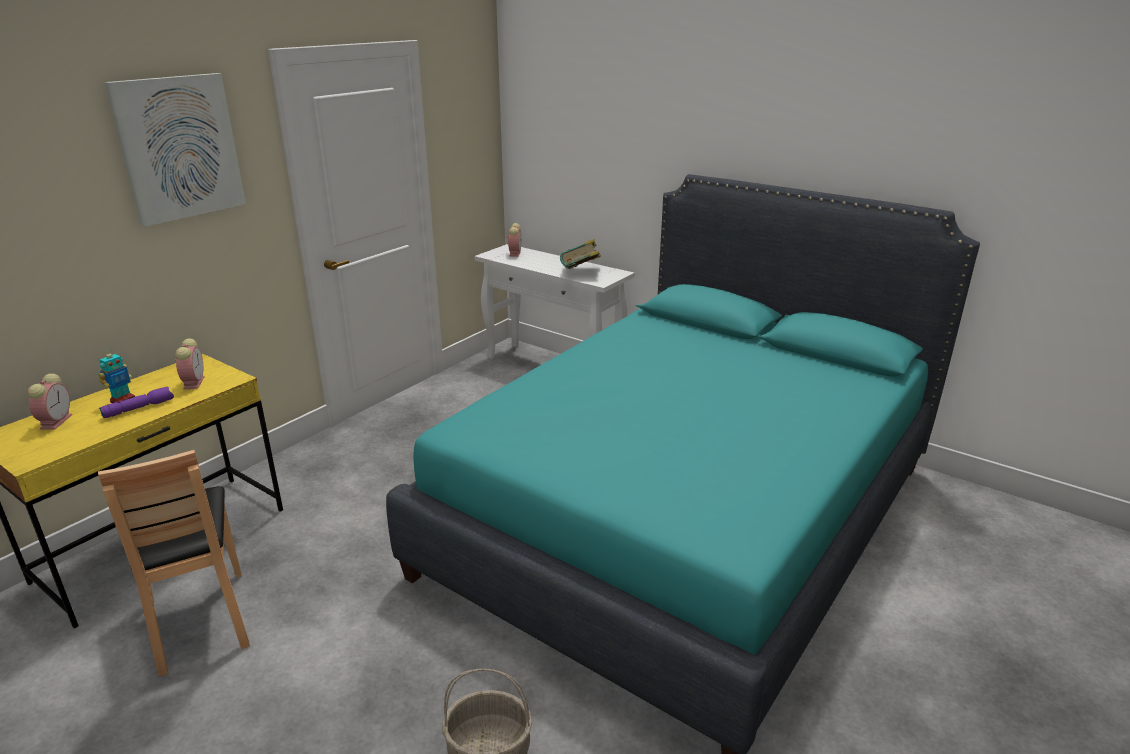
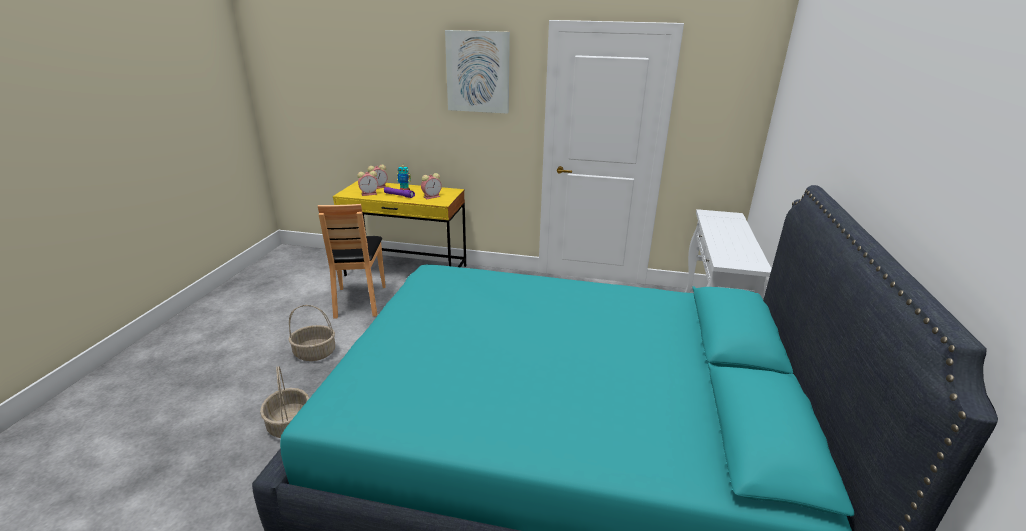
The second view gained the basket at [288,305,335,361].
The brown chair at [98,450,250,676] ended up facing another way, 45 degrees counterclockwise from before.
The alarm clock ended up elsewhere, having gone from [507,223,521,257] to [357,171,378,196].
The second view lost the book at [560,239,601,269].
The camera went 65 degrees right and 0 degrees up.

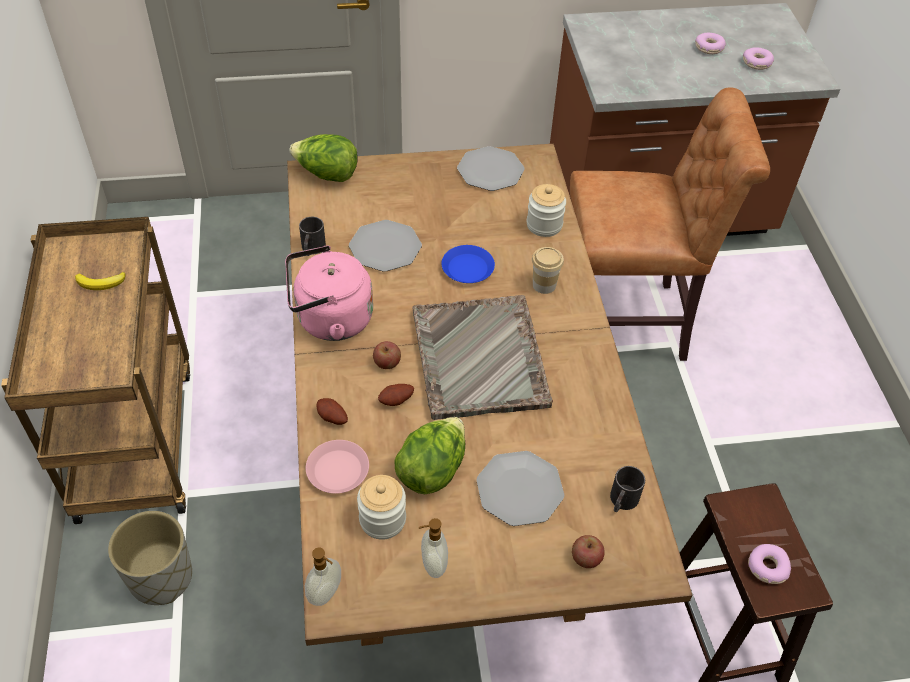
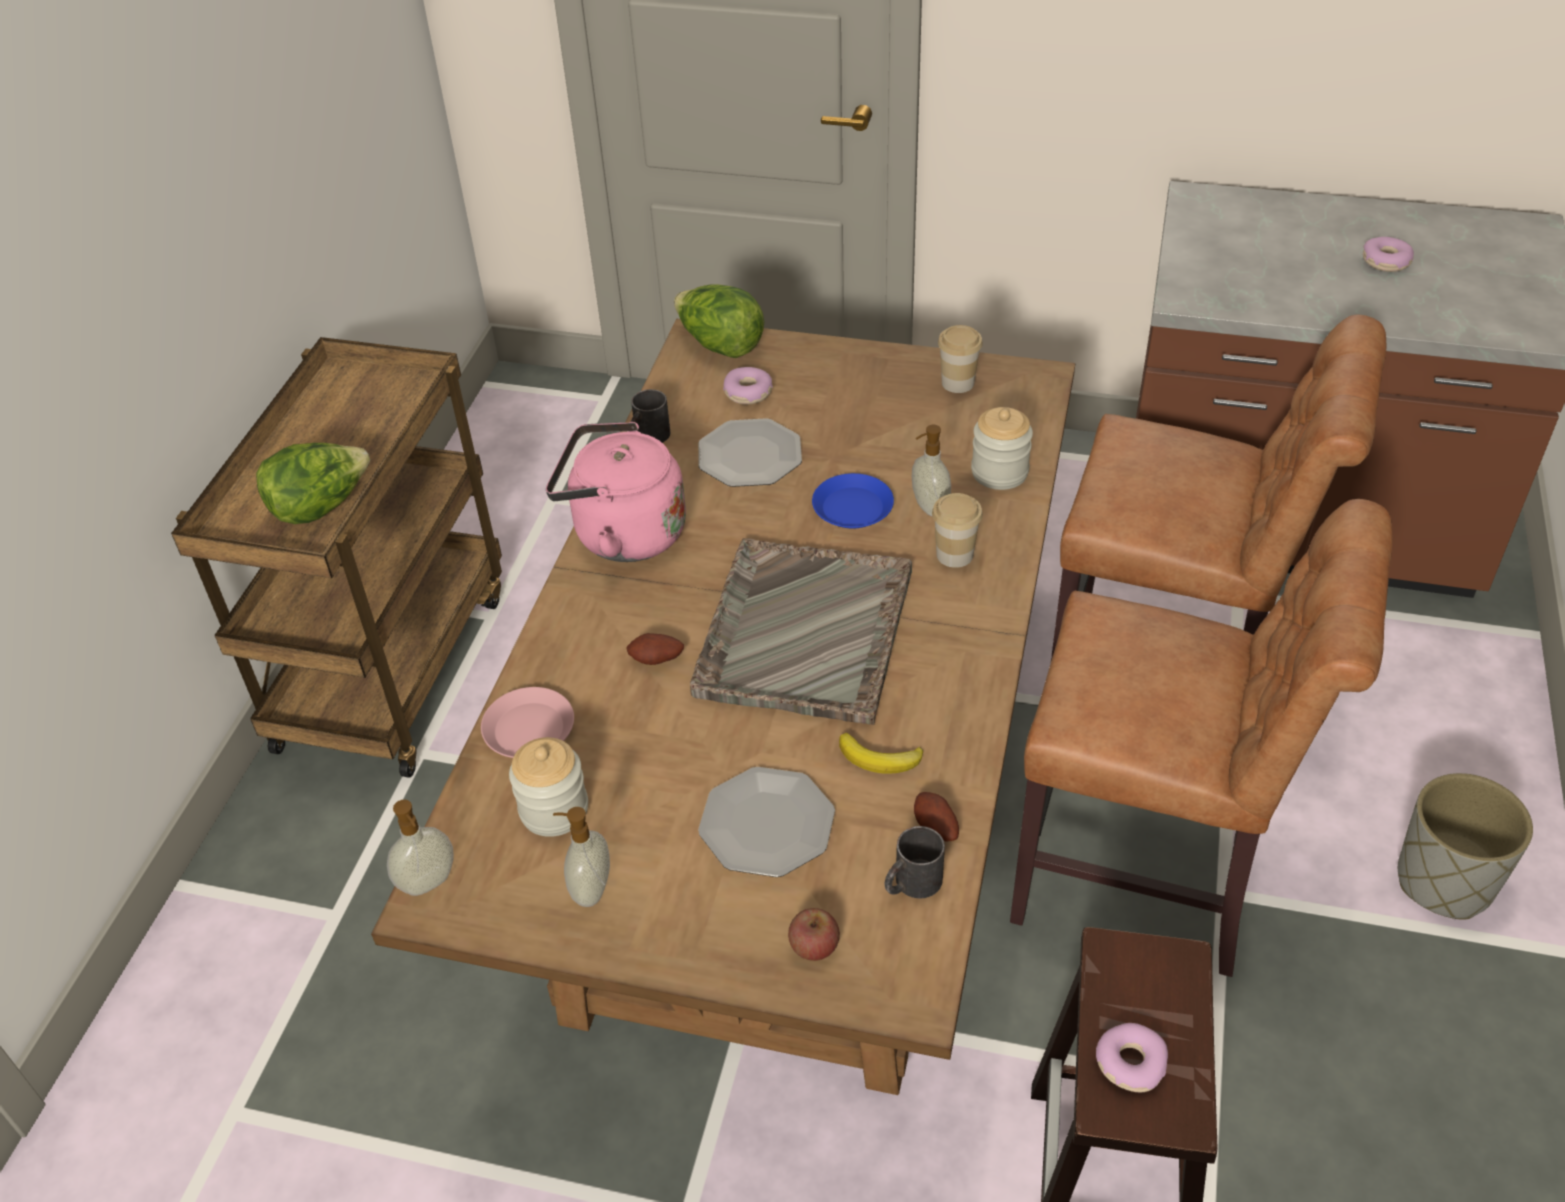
The lettuce ended up elsewhere, having gone from [394,417,465,494] to [256,443,370,524].
The donut ended up elsewhere, having gone from [743,47,774,70] to [723,367,773,404].
The banana ended up elsewhere, having gone from [75,272,126,290] to [839,733,923,774].
The second view gained the soap dispenser at [912,425,951,516].
The potato ended up elsewhere, having gone from [317,398,348,425] to [914,792,959,841].
Where the plate stood at [457,146,525,191], the cup came to stand at [938,325,983,393].
The second view gained the brown chair at [1010,499,1393,977].
The grey planter ended up elsewhere, having gone from [108,511,192,605] to [1398,773,1533,920].
The second view lost the apple at [373,341,401,369].
The camera went 25 degrees right and 5 degrees down.

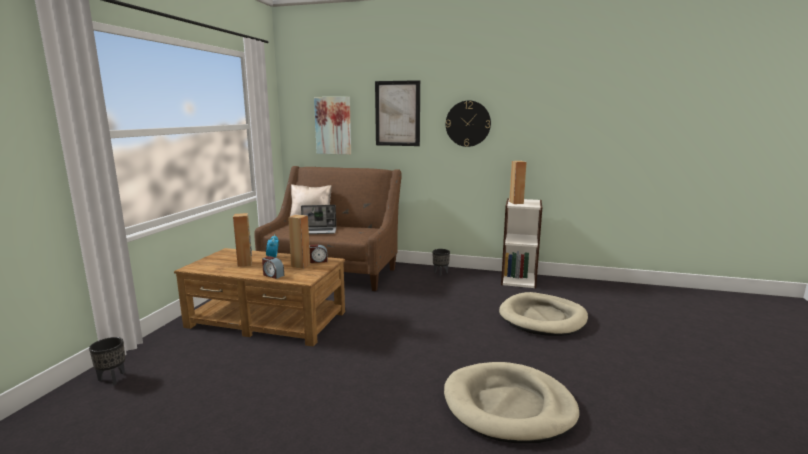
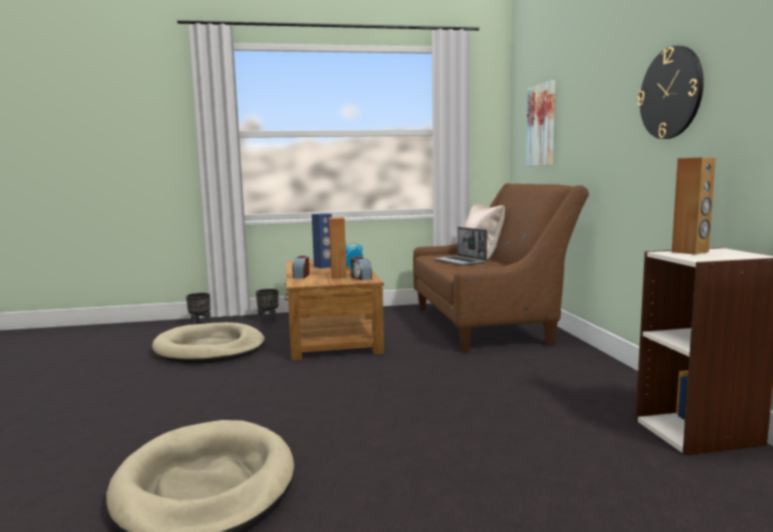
The beige dog bed ended up elsewhere, having gone from [499,292,588,336] to [152,322,265,363].
The black planter ended up elsewhere, having gone from [432,249,450,277] to [256,289,279,322].
What was the brown speaker at [233,213,252,267] turned into the blue speaker at [312,213,332,269].
The second view lost the picture at [375,80,420,146].
The camera went 65 degrees right and 5 degrees down.

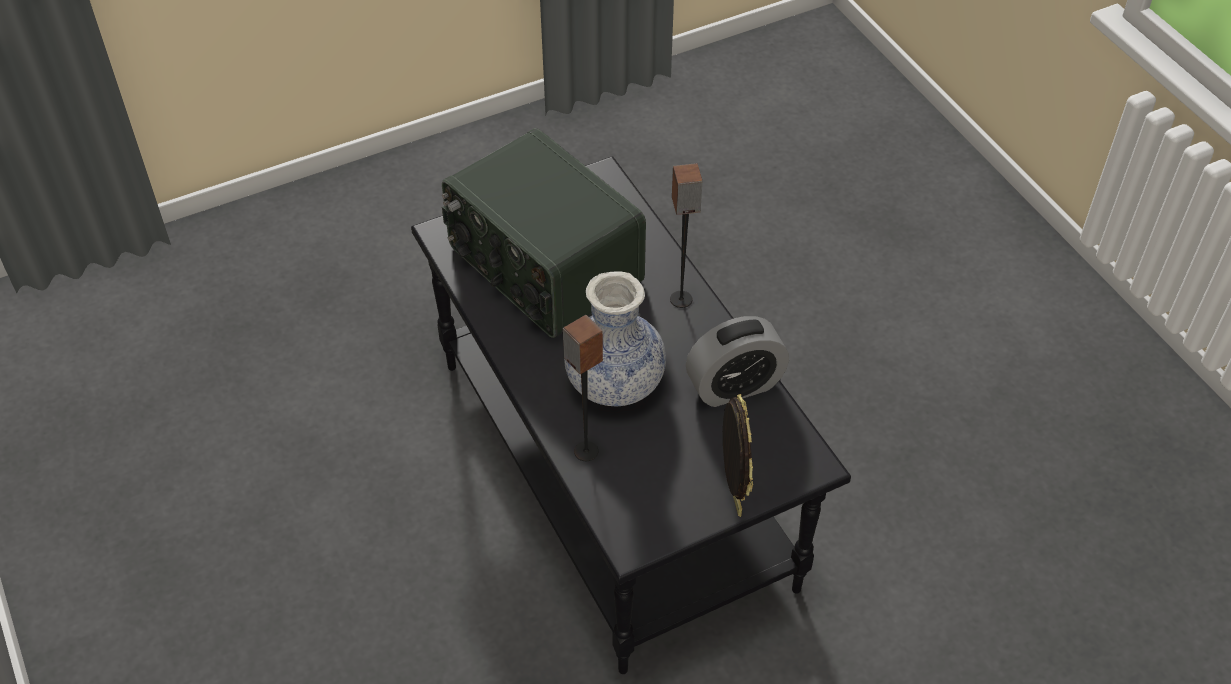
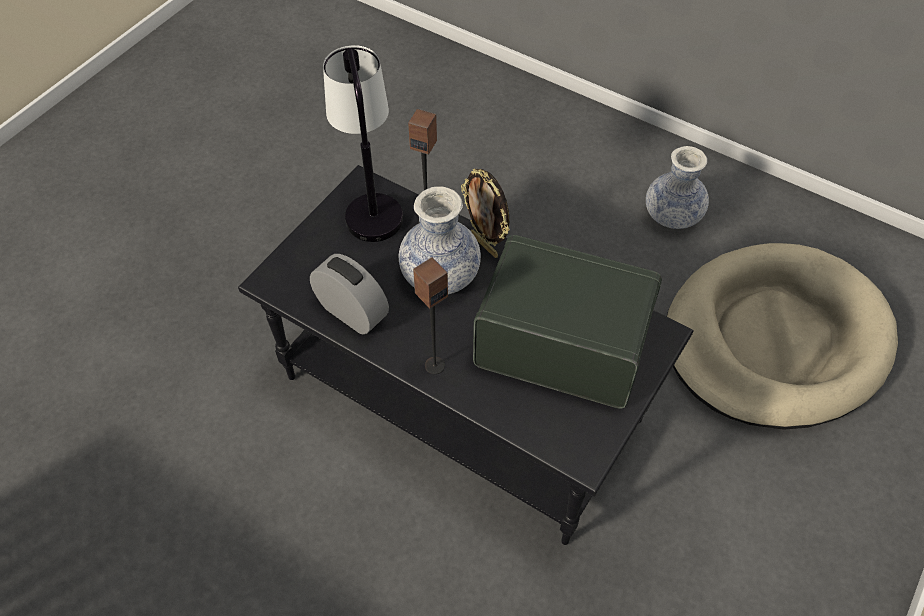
The alarm clock at [686,316,789,407] ended up facing another way, 90 degrees clockwise from before.
The second view gained the table lamp at [323,45,403,242].
The picture frame ended up elsewhere, having gone from [723,394,753,517] to [461,168,510,258].
The second view gained the vase at [646,146,709,229].
The second view gained the beige dog bed at [667,243,898,430].
The camera went 150 degrees right and 5 degrees up.

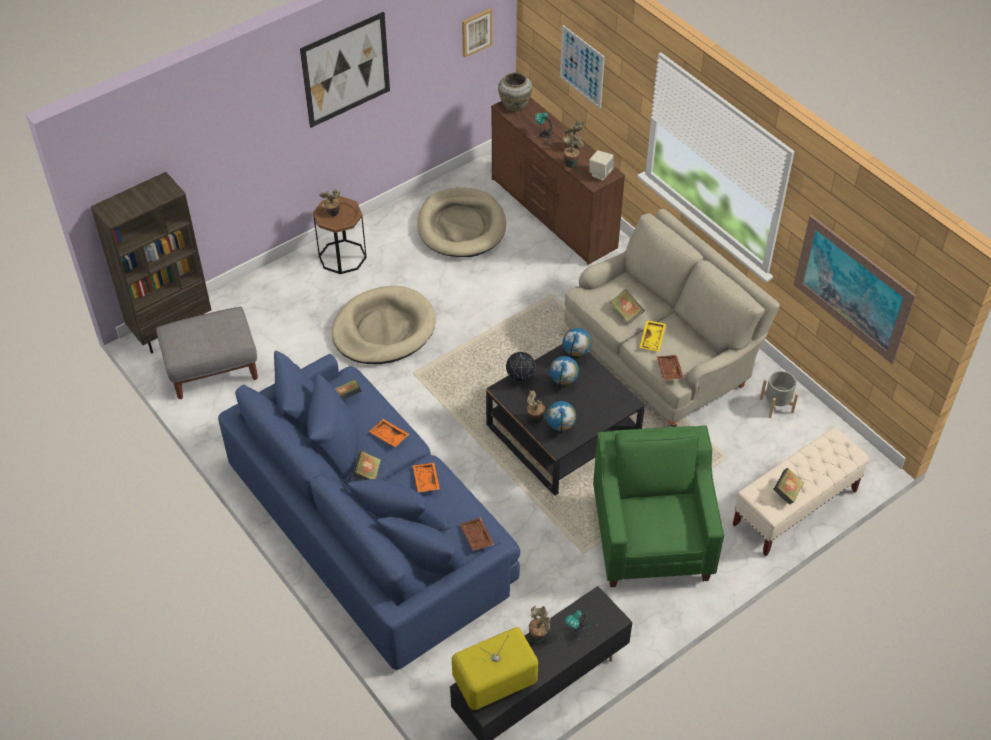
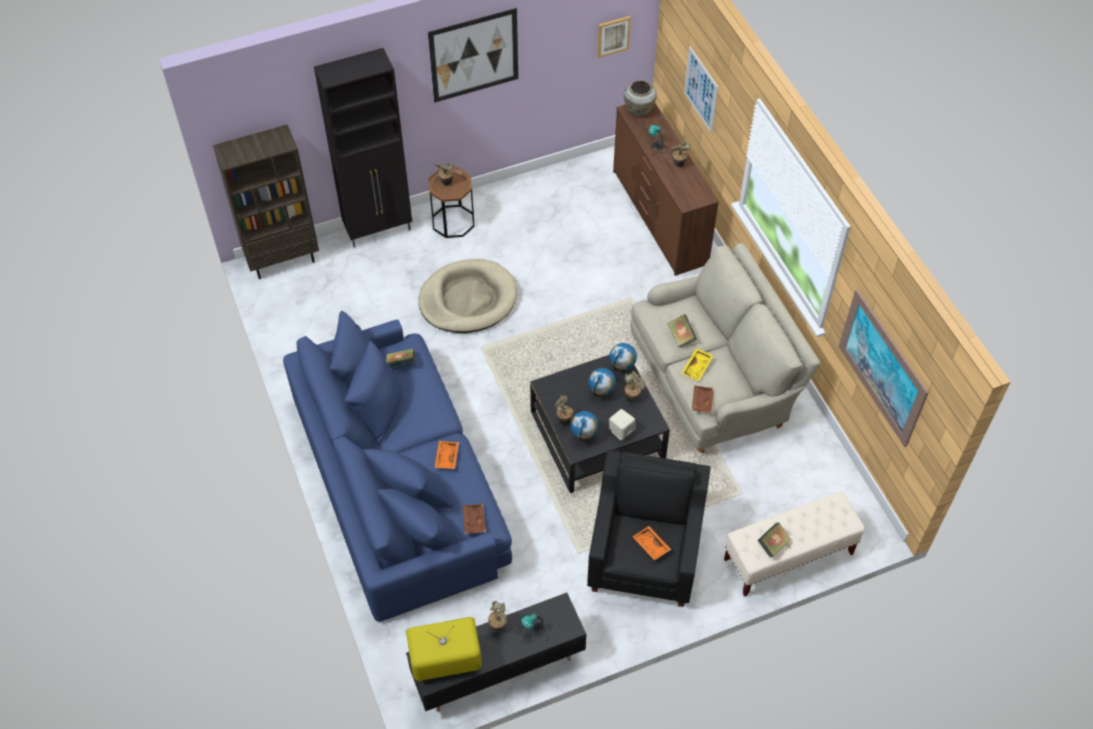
The second view gained the black cabinet at [314,48,412,248].
What was the green armchair at [593,426,724,587] turned into the black armchair at [587,450,711,607].
The beige speaker ended up elsewhere, having gone from [589,150,614,181] to [609,409,635,440].
The potted plant ended up elsewhere, having gone from [563,133,584,168] to [624,371,645,403].
The orange tray ended up elsewhere, having gone from [369,419,409,447] to [632,526,671,560].
The second view lost the grey ottoman at [156,307,258,399].
The second view lost the book at [352,451,381,480].
The second view lost the beige dog bed at [417,188,506,257].
The second view lost the globe at [506,352,536,381].
The second view lost the grey planter at [760,371,799,418].
The camera went 15 degrees right and 5 degrees up.

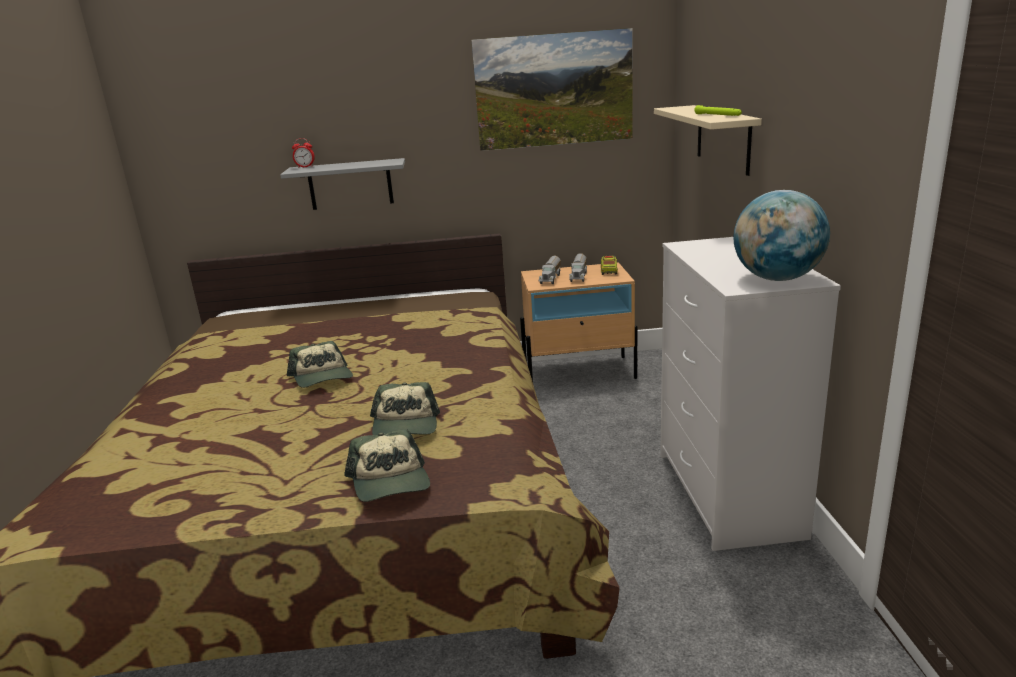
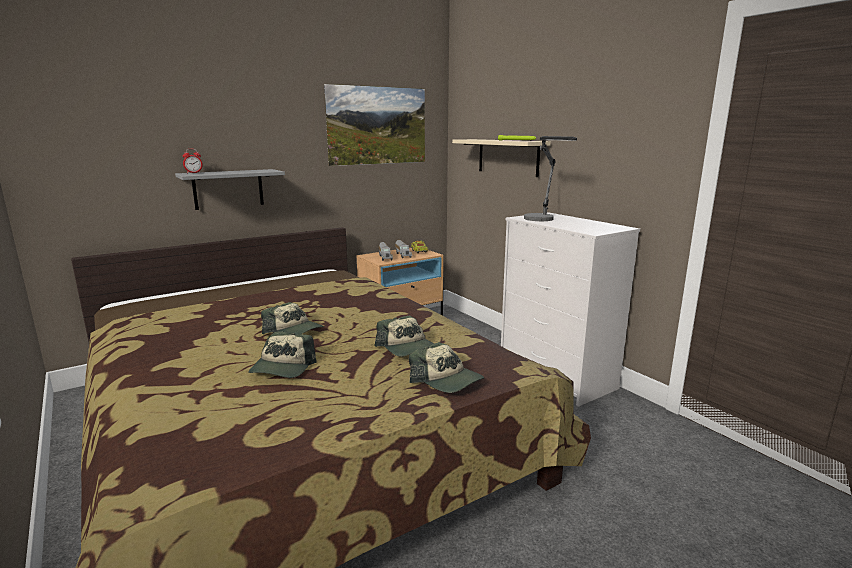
The second view gained the cap at [249,332,317,378].
The second view gained the table lamp at [524,136,577,221].
The second view lost the globe at [733,190,830,281].
The camera went 30 degrees left and 5 degrees down.

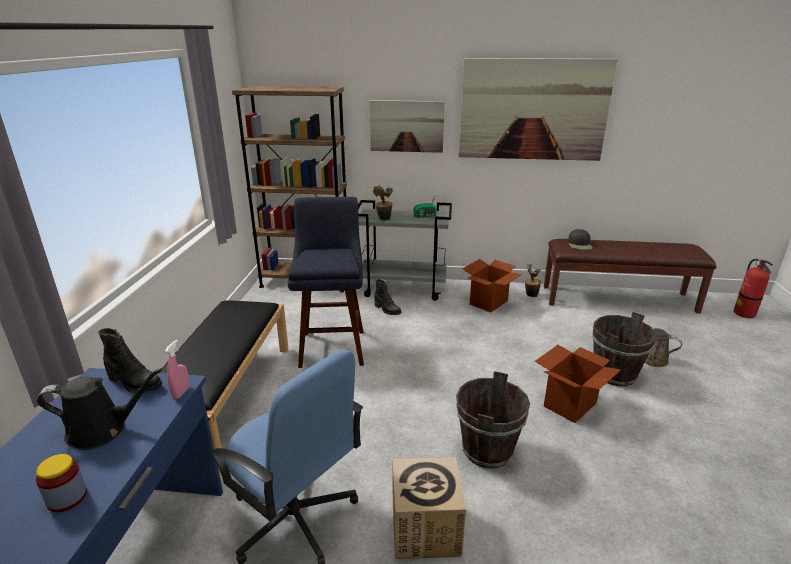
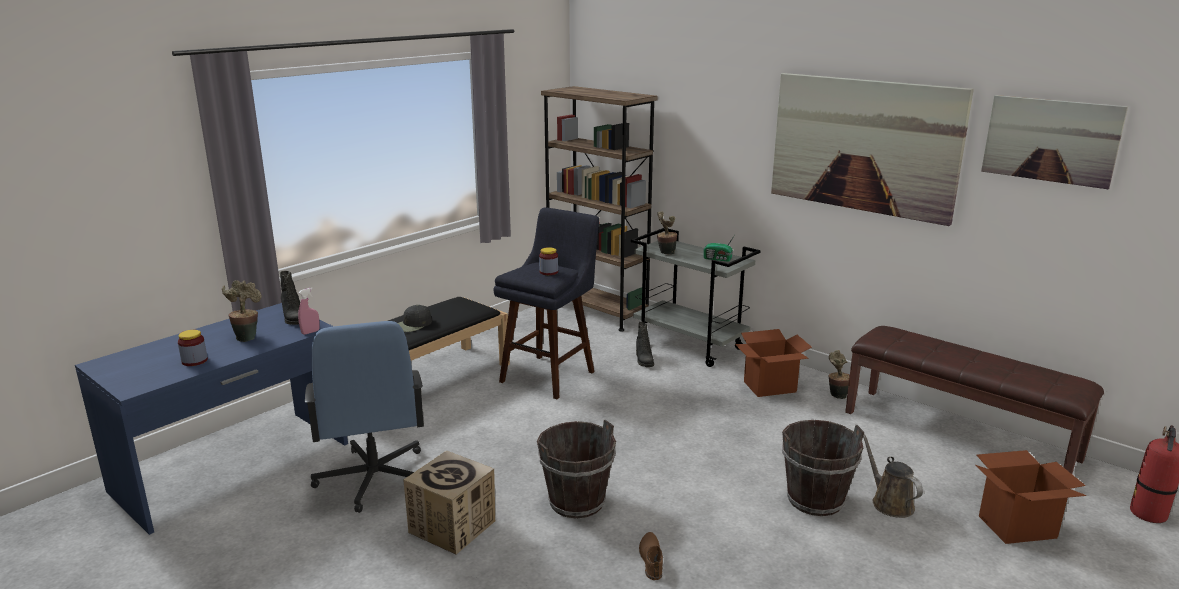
Where the black watering can stood at [36,369,162,450], the potted plant came to stand at [222,280,262,342].
The black cap ended up elsewhere, having gone from [568,229,592,250] to [398,305,432,332].
The second view gained the jar at [539,247,558,275].
The second view gained the brown shoe at [639,532,663,580].
The cardboard box ended up elsewhere, having gone from [535,345,621,423] to [975,450,1086,544].
The picture ended up elsewhere, having gone from [370,100,445,153] to [981,95,1128,189].
The camera went 35 degrees right and 5 degrees down.

